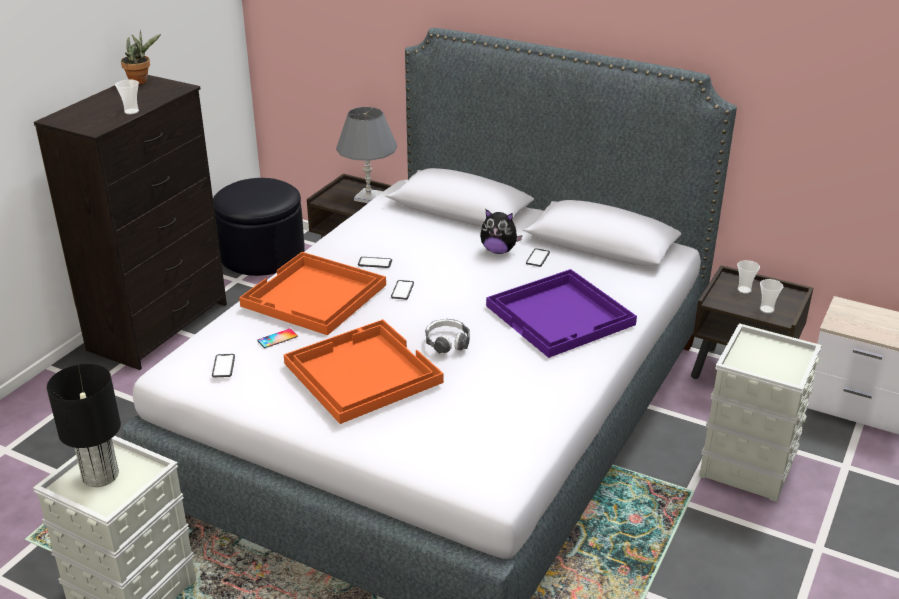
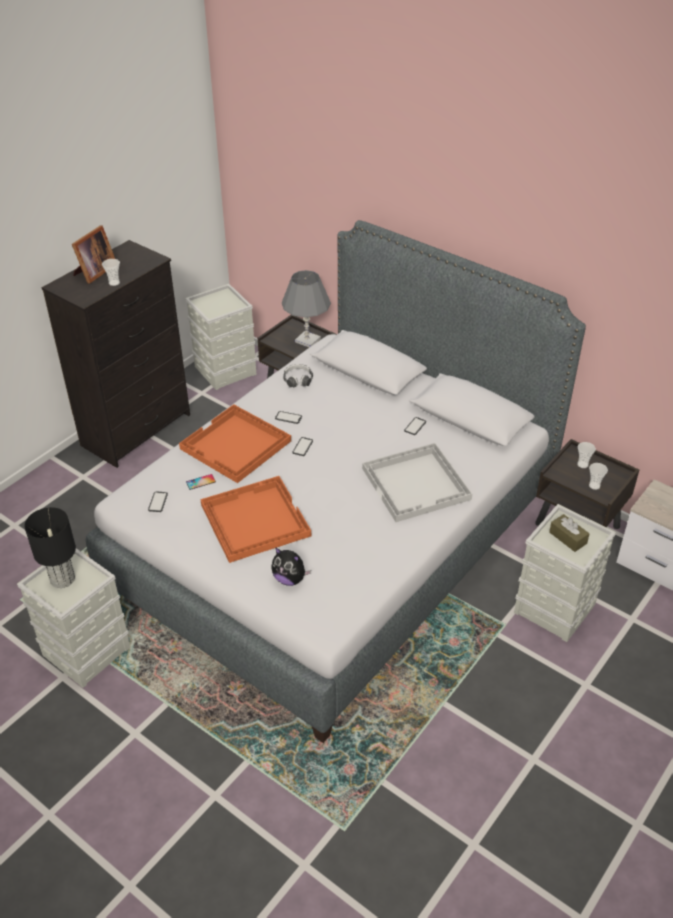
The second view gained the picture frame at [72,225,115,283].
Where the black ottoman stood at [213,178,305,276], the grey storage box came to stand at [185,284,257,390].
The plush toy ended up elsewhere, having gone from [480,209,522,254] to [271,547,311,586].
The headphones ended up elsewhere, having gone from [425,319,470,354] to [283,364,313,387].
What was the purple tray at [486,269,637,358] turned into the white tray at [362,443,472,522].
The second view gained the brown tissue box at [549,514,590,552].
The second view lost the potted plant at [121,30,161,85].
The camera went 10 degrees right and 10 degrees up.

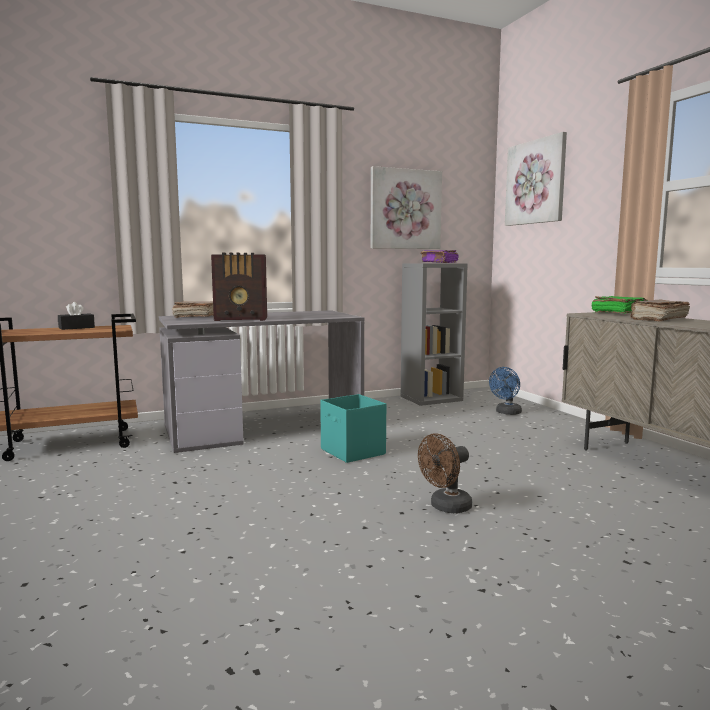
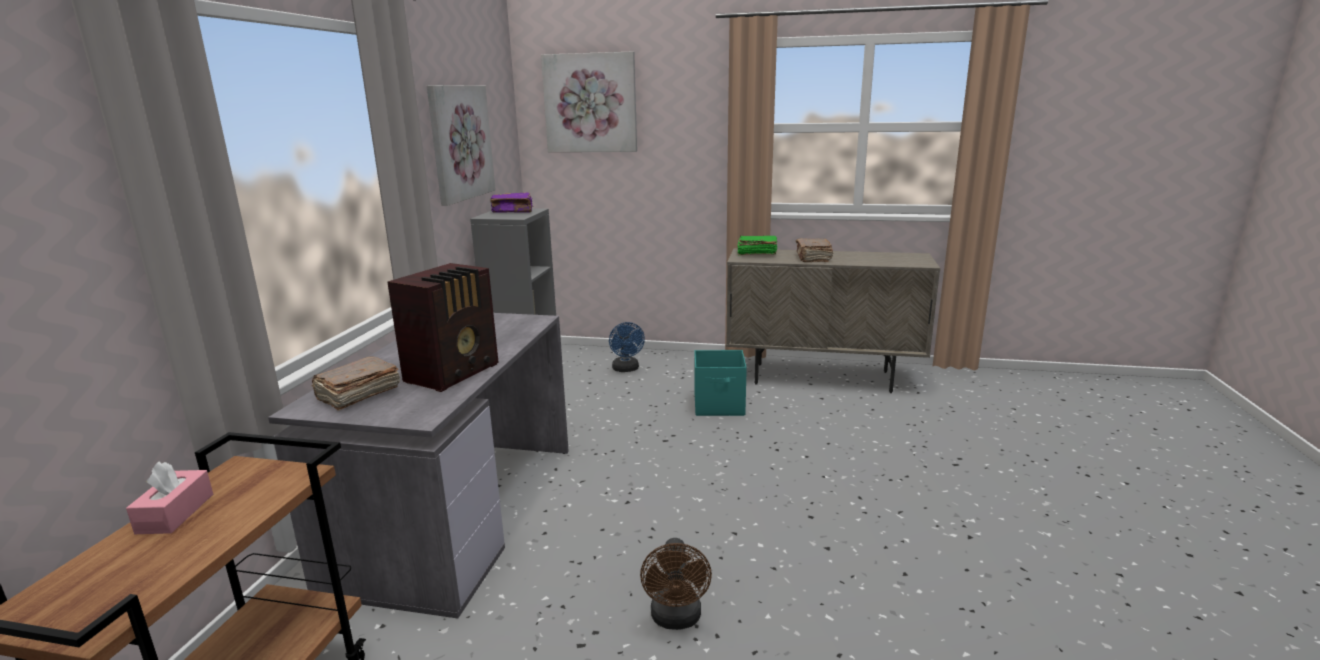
What was the black tissue box at [58,302,95,330] turned into the pink tissue box at [126,462,213,534].
The brown fan ended up elsewhere, having gone from [418,433,472,513] to [640,538,712,630].
The turquoise storage box ended up elsewhere, having gone from [320,394,386,463] to [694,350,747,416].
The camera went 55 degrees left and 10 degrees up.

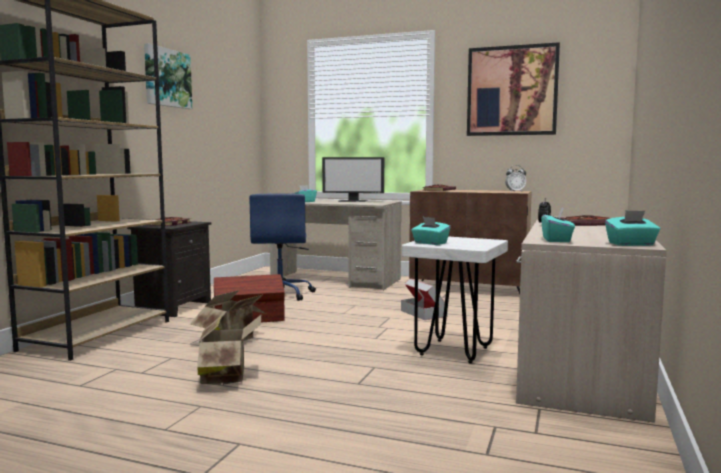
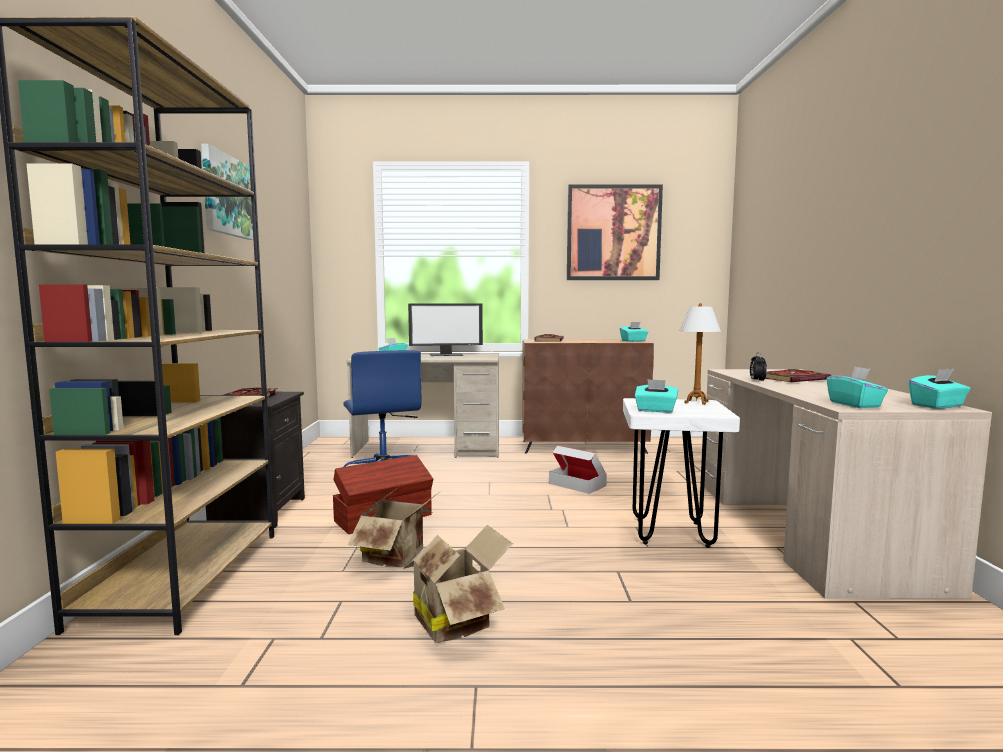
Where the alarm clock stood at [505,165,526,192], the turquoise tissue box came to stand at [620,322,648,342].
The second view gained the table lamp at [679,303,721,405].
The camera went 20 degrees left and 0 degrees up.

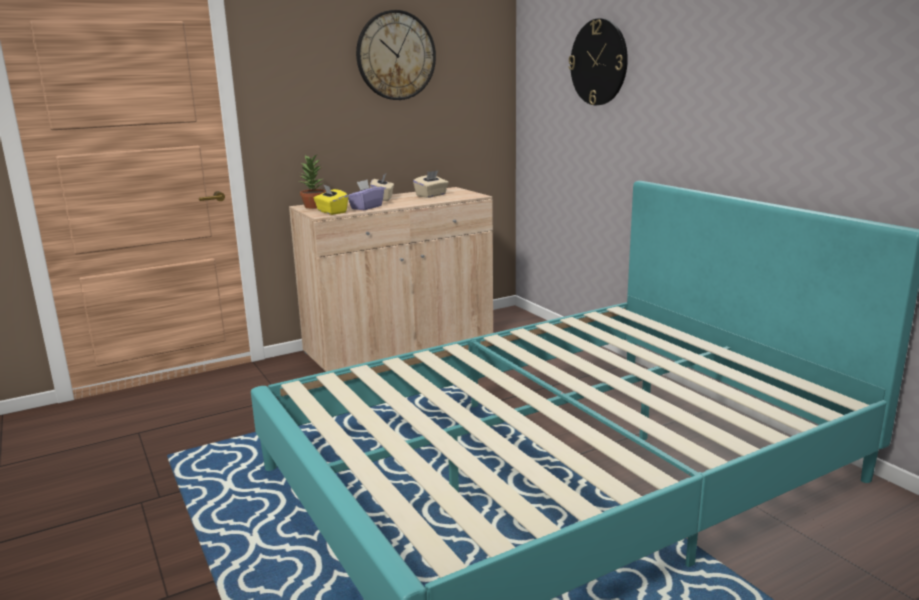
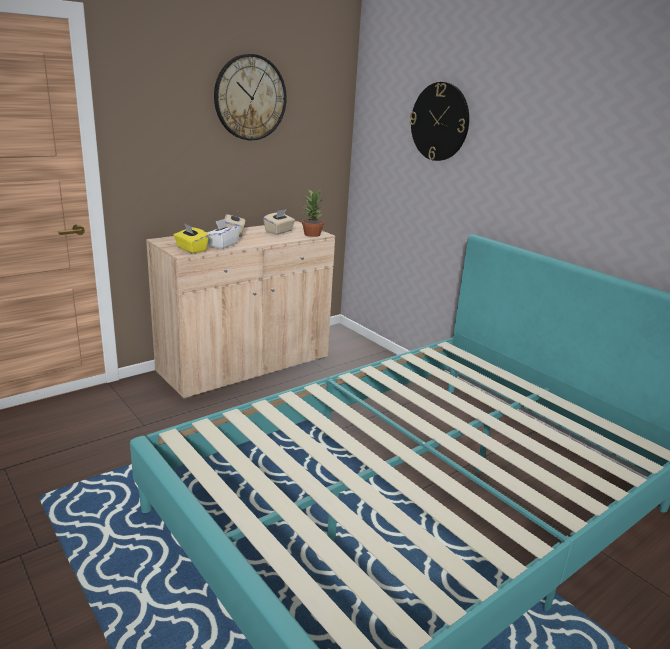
What was the purple tissue box at [348,180,384,210] turned into the white tissue box at [207,219,240,249].
The potted plant ended up elsewhere, having gone from [299,153,326,209] to [302,190,324,237].
The camera went 10 degrees left and 5 degrees up.

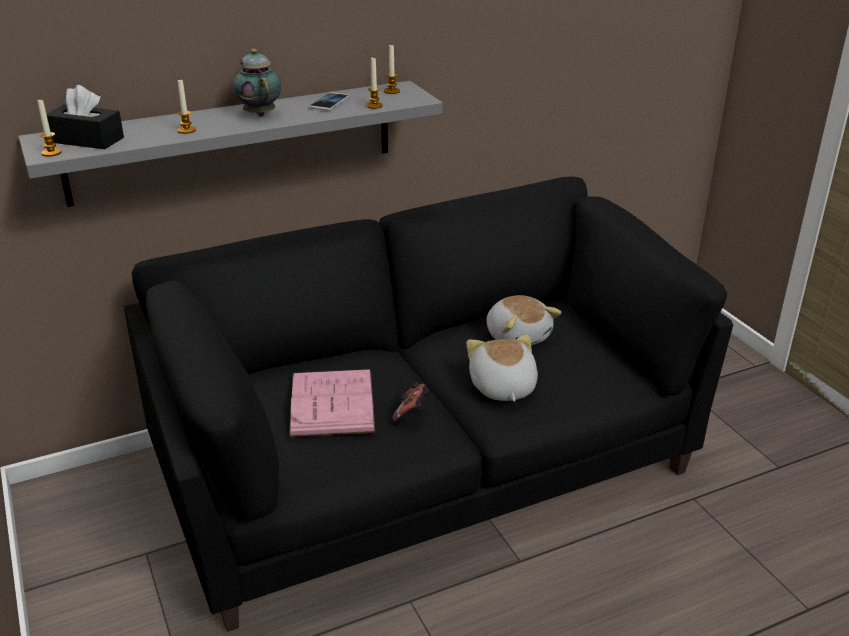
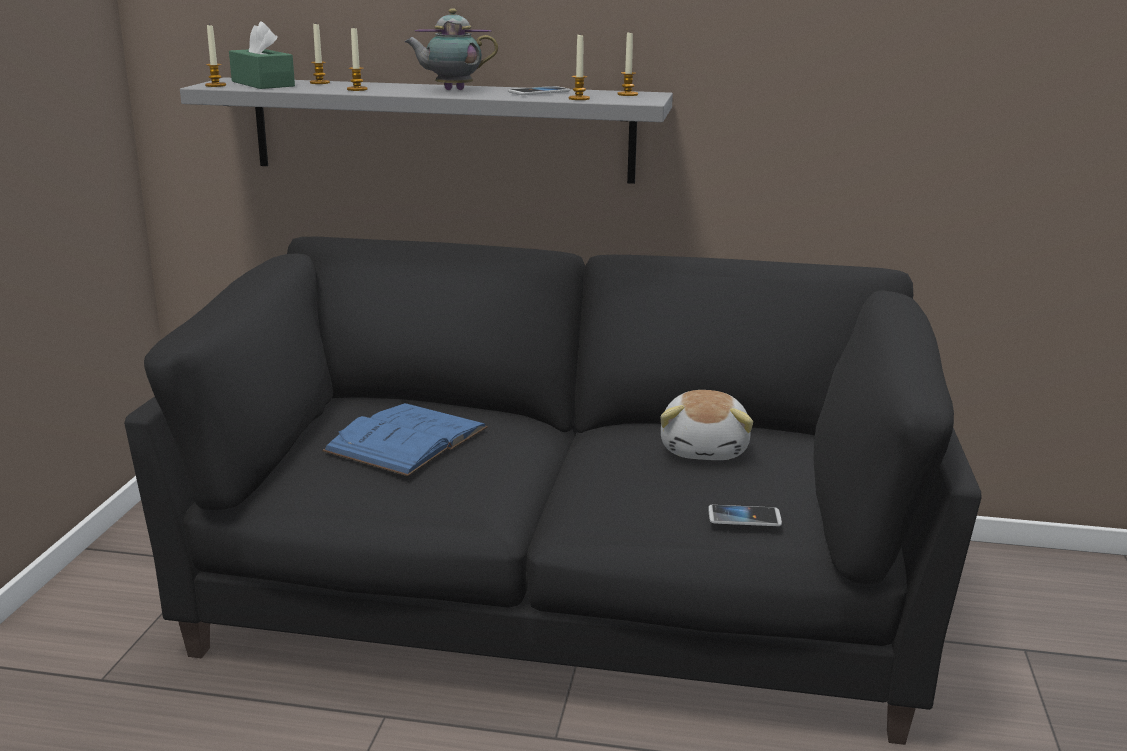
What was the black tissue box at [47,85,124,149] turned into the green tissue box at [229,21,295,89].
The second view gained the candle at [310,24,330,84].
What was the pink book at [289,369,375,437] turned into the blue book at [322,403,488,476].
The teapot at [233,49,281,116] ended up facing another way, 105 degrees counterclockwise from before.
The second view gained the phone at [708,505,782,526].
The second view lost the game controller at [393,382,430,423].
The second view lost the plush toy at [466,335,538,402].
The camera went 35 degrees right and 10 degrees down.

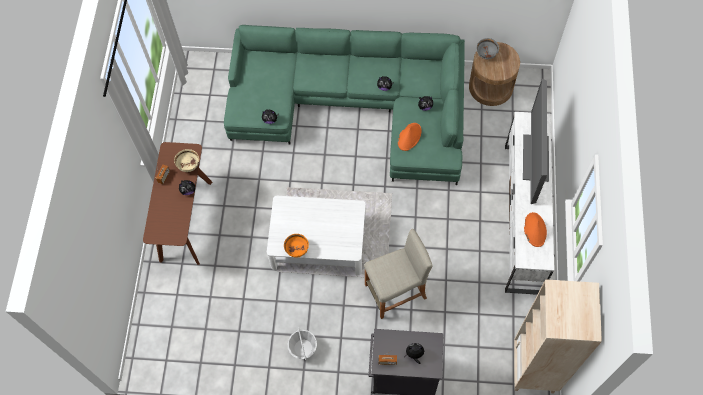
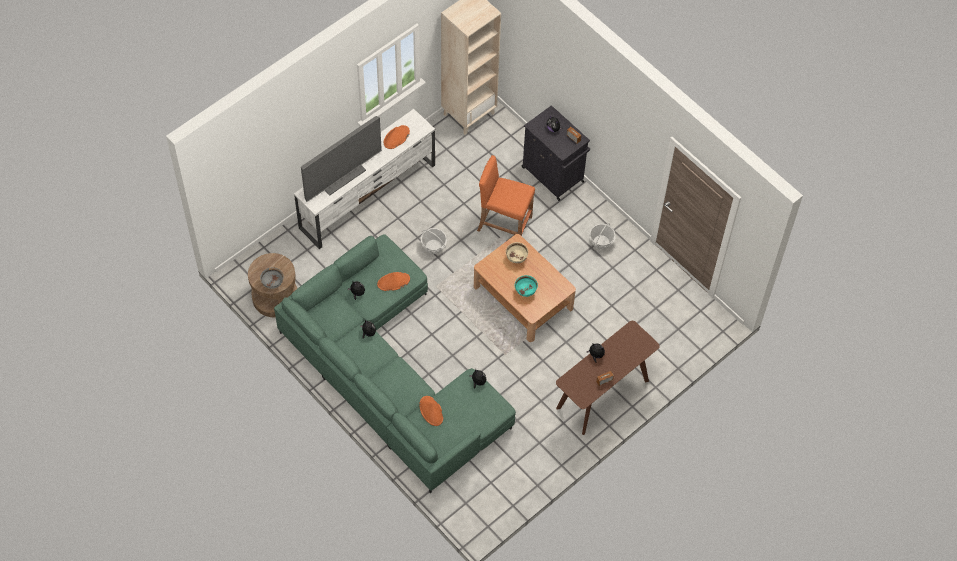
The second view gained the orange hat at [420,396,443,426].
The second view gained the basket at [421,228,447,254].
What was the white coffee table at [267,196,366,275] turned into the brown coffee table at [474,234,576,342].
What was the beige stool at [364,229,433,319] turned into the orange stool at [477,155,535,236].
The beige bowl ended up elsewhere, having gone from [174,149,199,172] to [506,242,528,263].
The second view gained the turquoise bowl at [515,275,538,297].
The second view lost the orange bowl at [284,234,309,258].
The camera went 140 degrees left and 5 degrees down.

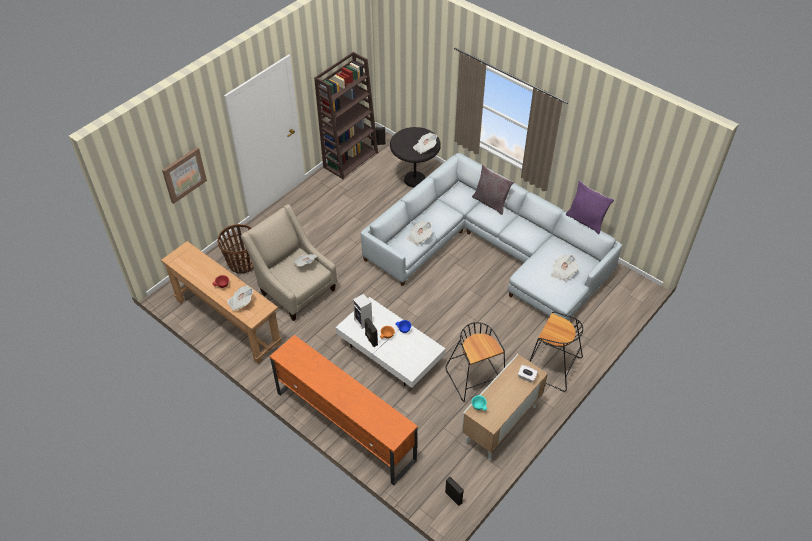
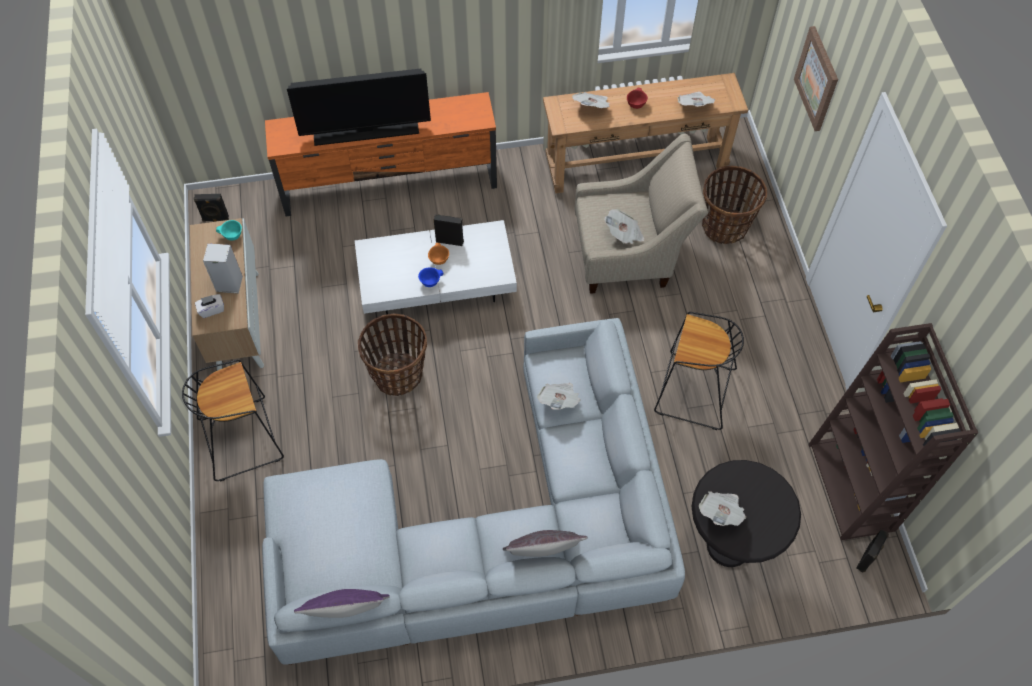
The speaker ended up elsewhere, having gone from [353,294,372,329] to [203,243,243,294].
The second view gained the television at [287,69,431,146].
The second view gained the basket at [358,313,427,396].
The black stool ended up elsewhere, having gone from [445,322,505,402] to [654,312,744,430].
The newspaper ended up elsewhere, having gone from [551,254,578,281] to [678,92,715,107].
The camera went 130 degrees right and 10 degrees up.

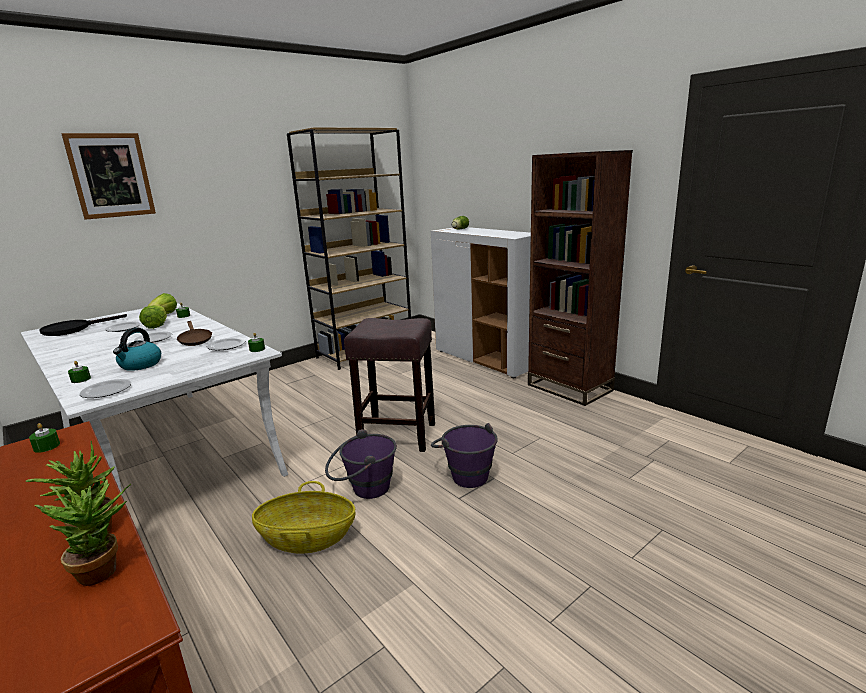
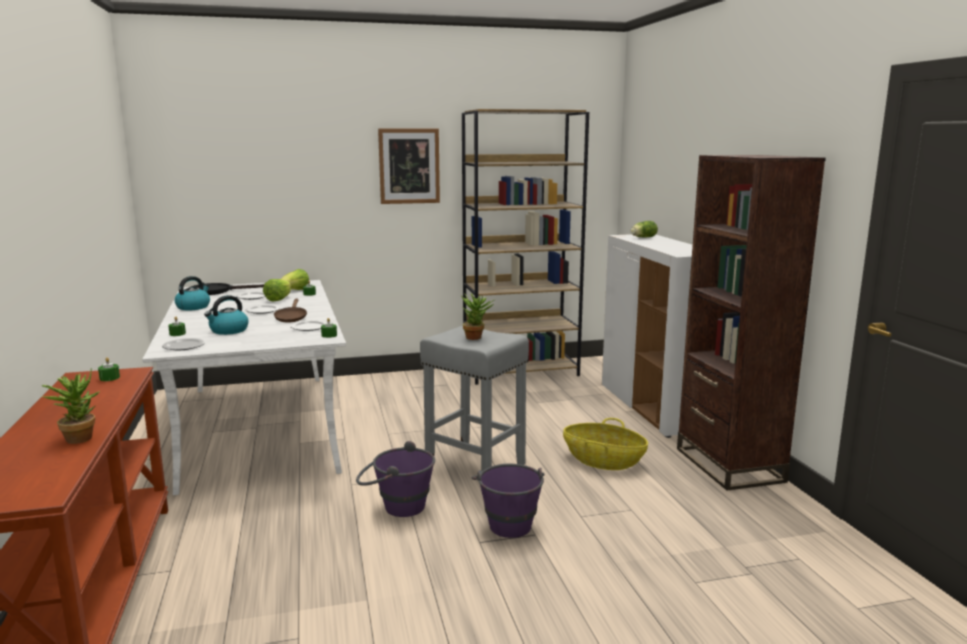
The second view gained the kettle at [175,276,210,310].
The picture ended up elsewhere, having gone from [61,133,156,220] to [378,128,440,204].
What was the brown stool at [344,318,435,452] turned into the grey stool at [420,325,529,472].
The potted plant ended up elsewhere, having gone from [35,479,131,586] to [461,293,494,340].
The basket ended up elsewhere, having gone from [252,481,355,554] to [563,418,648,470].
The camera went 25 degrees right and 5 degrees down.

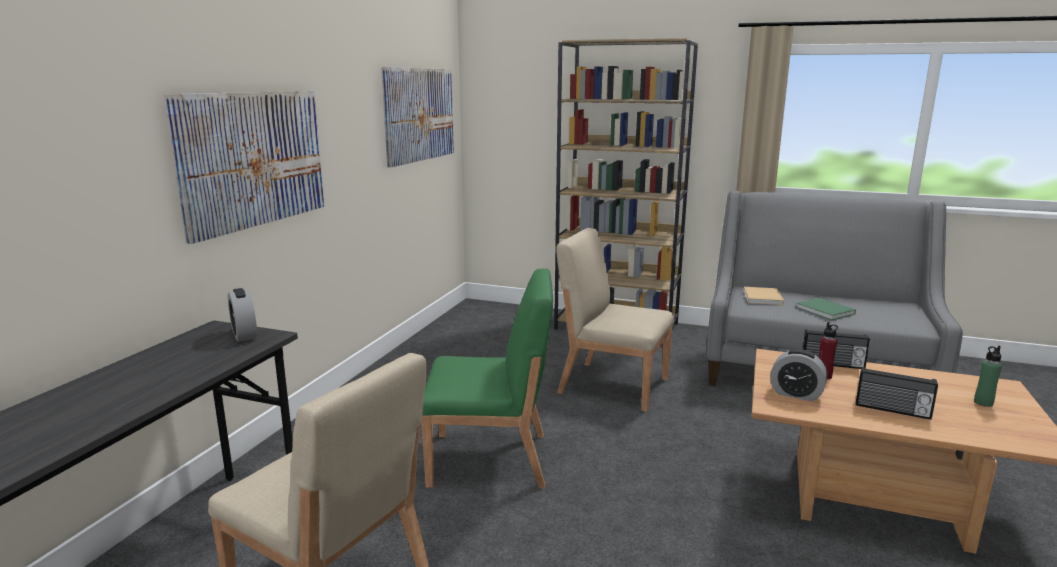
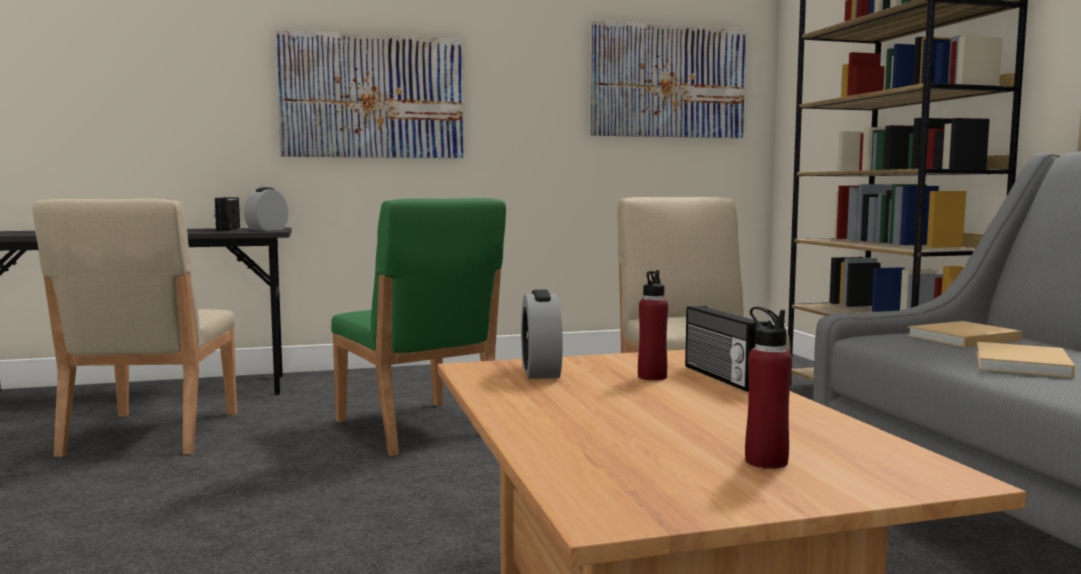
The radio ended up elsewhere, having gone from [856,367,938,420] to [214,197,240,231].
What was the green bottle at [974,346,1002,407] turned into the red bottle at [745,306,792,469].
What was the green book at [796,298,856,320] turned into the beige book at [976,342,1075,378].
The camera went 55 degrees right and 10 degrees down.

